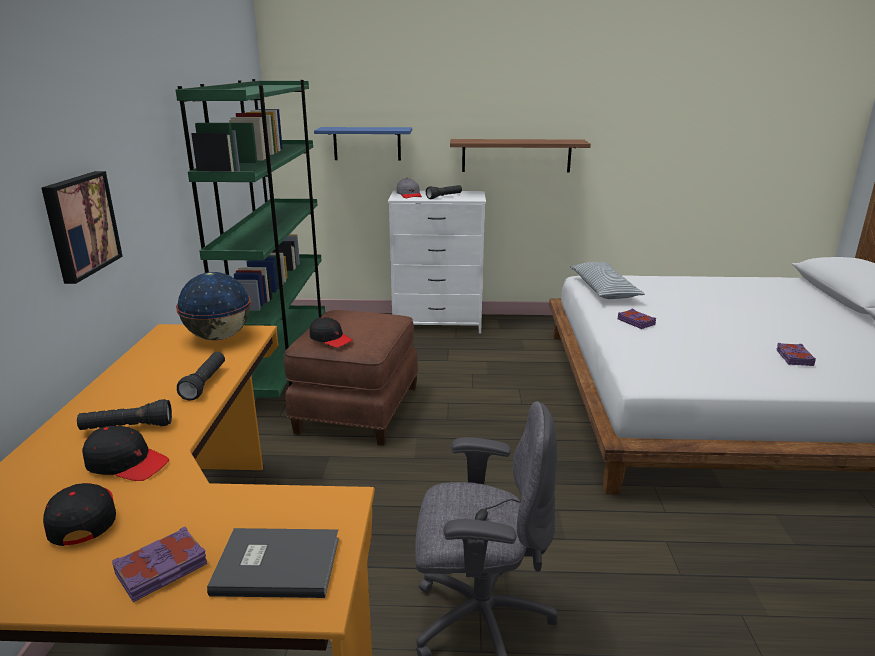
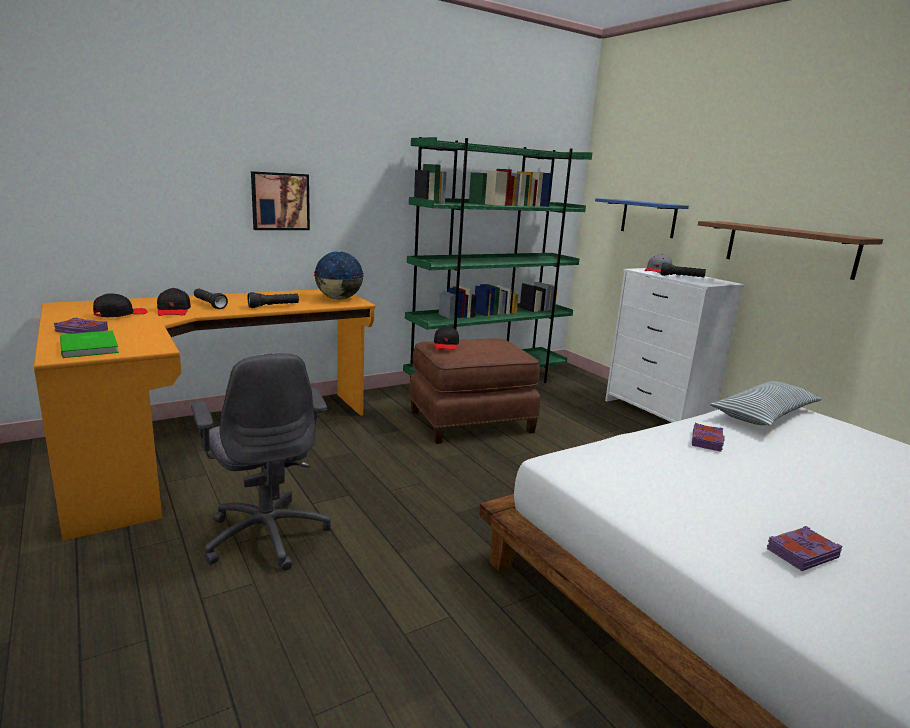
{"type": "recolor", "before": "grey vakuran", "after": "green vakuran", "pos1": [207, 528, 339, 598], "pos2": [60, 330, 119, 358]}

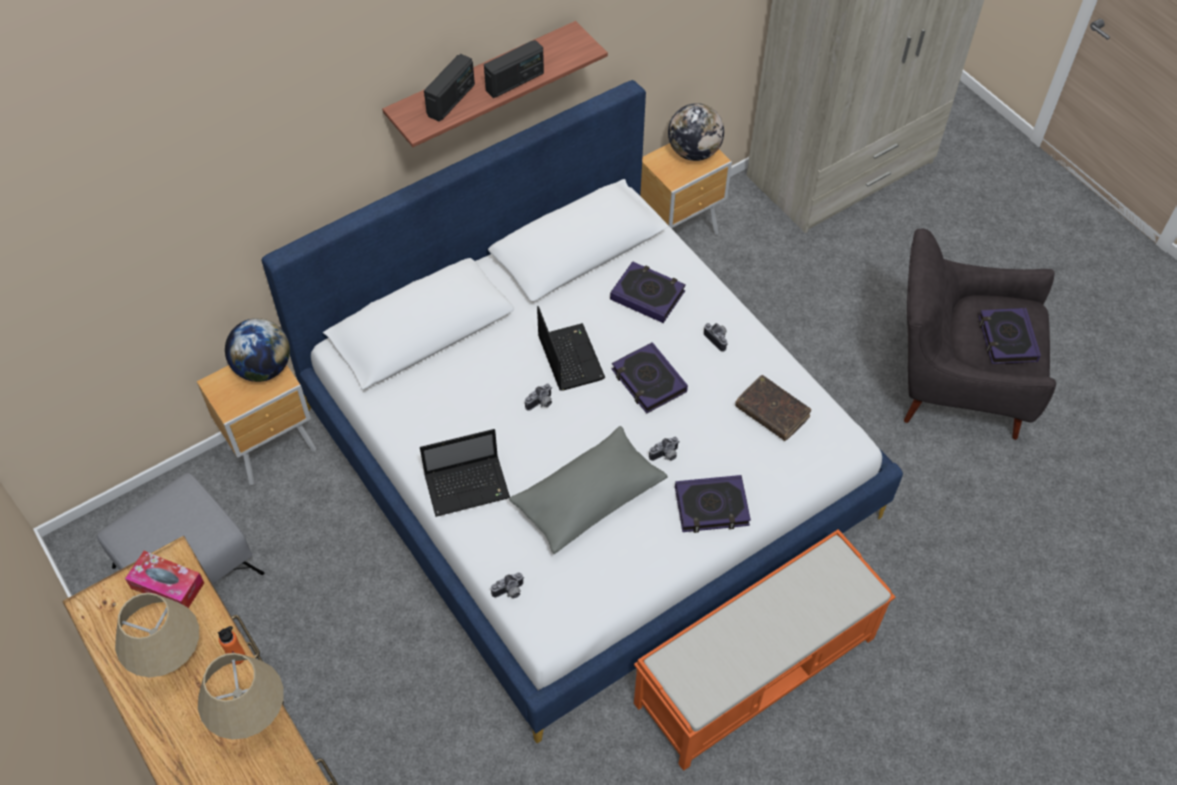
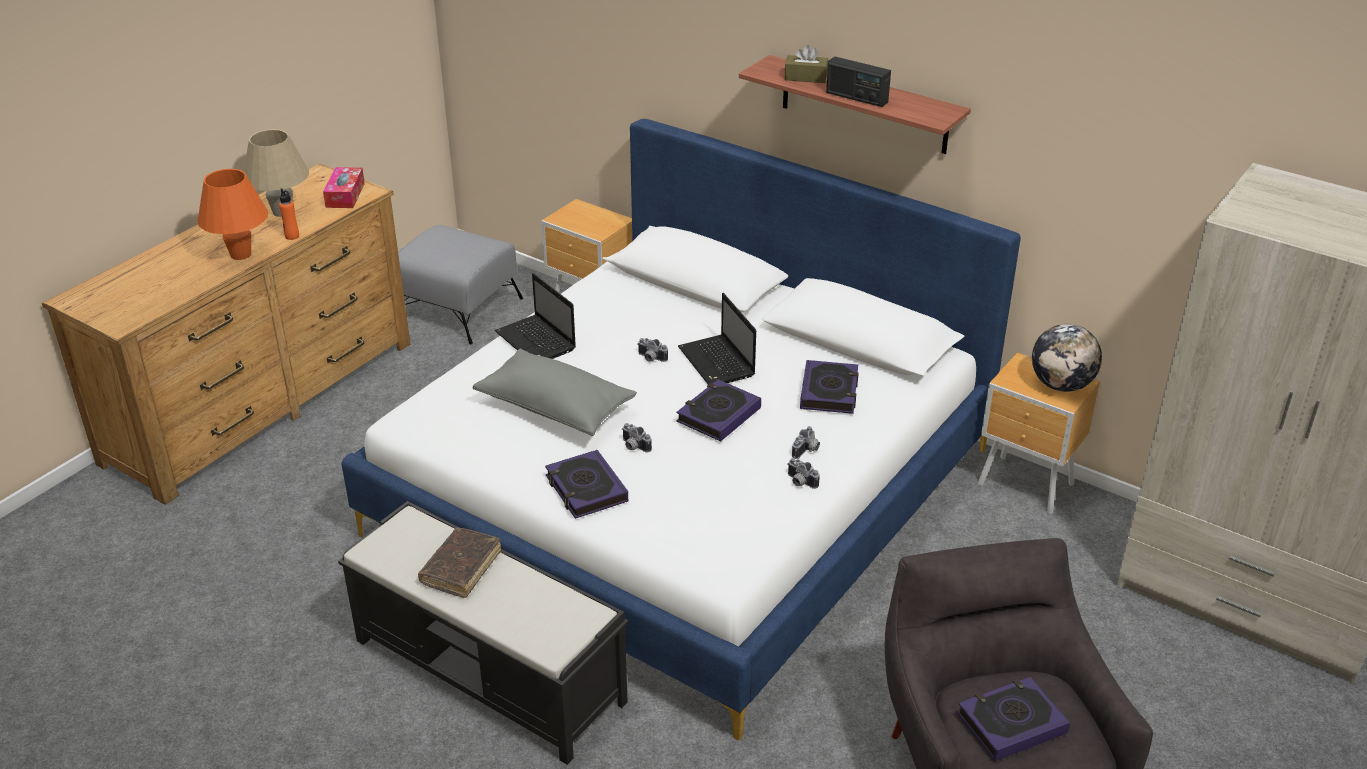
{"type": "recolor", "before": "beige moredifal", "after": "orange moredifal", "pos1": [198, 653, 284, 740], "pos2": [197, 169, 268, 260]}
{"type": "recolor", "before": "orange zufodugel", "after": "black zufodugel", "pos1": [634, 529, 895, 771], "pos2": [338, 501, 629, 765]}
{"type": "move", "before": "brown vakuran", "pos1": [735, 375, 811, 441], "pos2": [418, 528, 501, 598]}
{"type": "rotate", "before": "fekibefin", "pos1": [537, 306, 605, 391], "pos2": [678, 293, 756, 384], "turn": 105}
{"type": "replace", "before": "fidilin", "after": "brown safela", "pos1": [424, 54, 475, 122], "pos2": [785, 45, 828, 83]}
{"type": "move", "before": "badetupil", "pos1": [491, 573, 524, 598], "pos2": [787, 458, 820, 489]}
{"type": "delete", "before": "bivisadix", "pos1": [225, 318, 290, 382]}

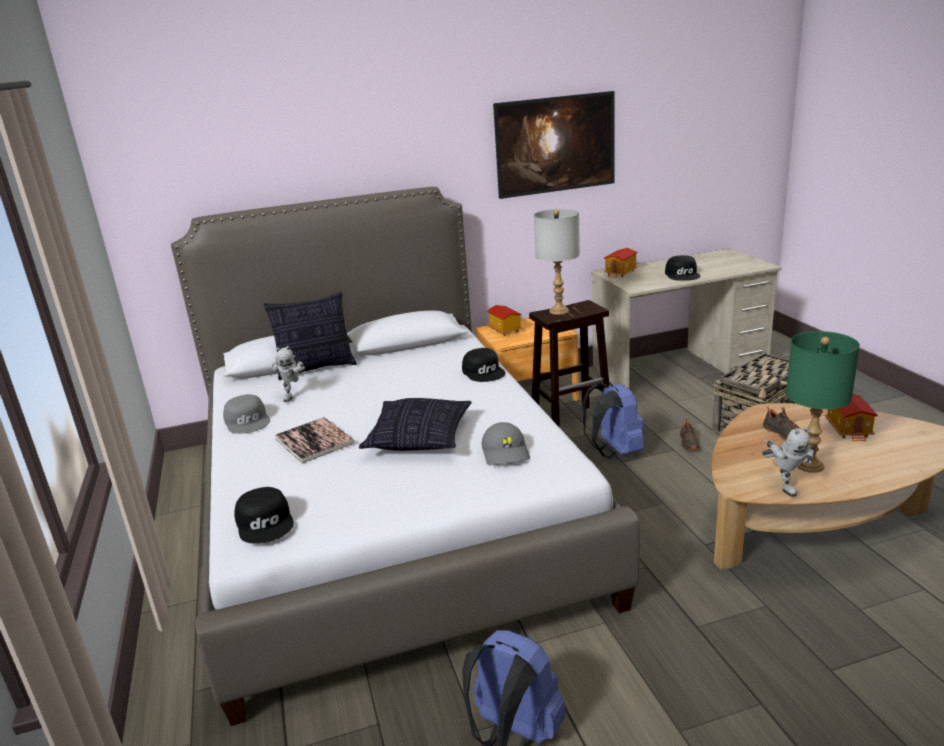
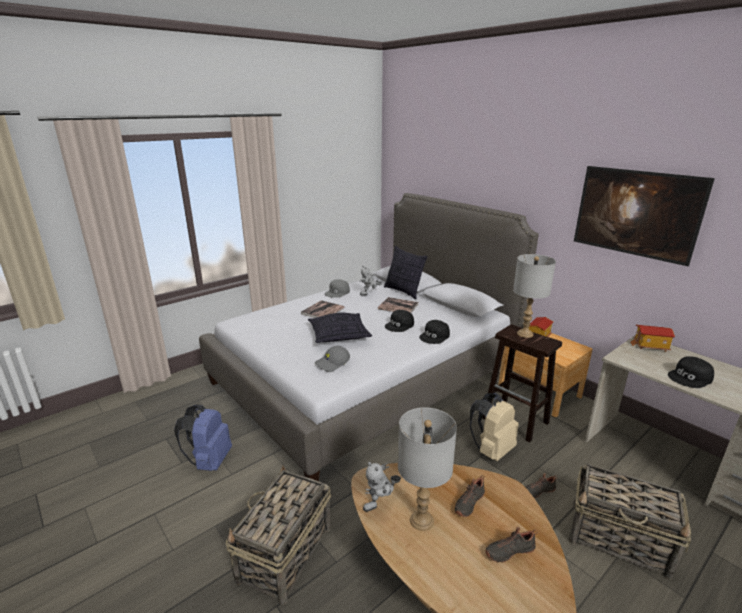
{"type": "insert", "after": "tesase", "pos2": [226, 465, 331, 605]}
{"type": "insert", "after": "vakuran", "pos2": [378, 297, 418, 313]}
{"type": "move", "before": "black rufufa", "pos1": [234, 487, 294, 544], "pos2": [385, 310, 414, 332]}
{"type": "recolor", "before": "green moredifal", "after": "grey moredifal", "pos1": [786, 331, 860, 473], "pos2": [398, 407, 457, 531]}
{"type": "recolor", "before": "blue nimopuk", "after": "beige nimopuk", "pos1": [582, 382, 644, 459], "pos2": [470, 393, 519, 461]}
{"type": "replace", "before": "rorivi", "after": "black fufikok", "pos1": [825, 394, 878, 442], "pos2": [485, 527, 537, 563]}

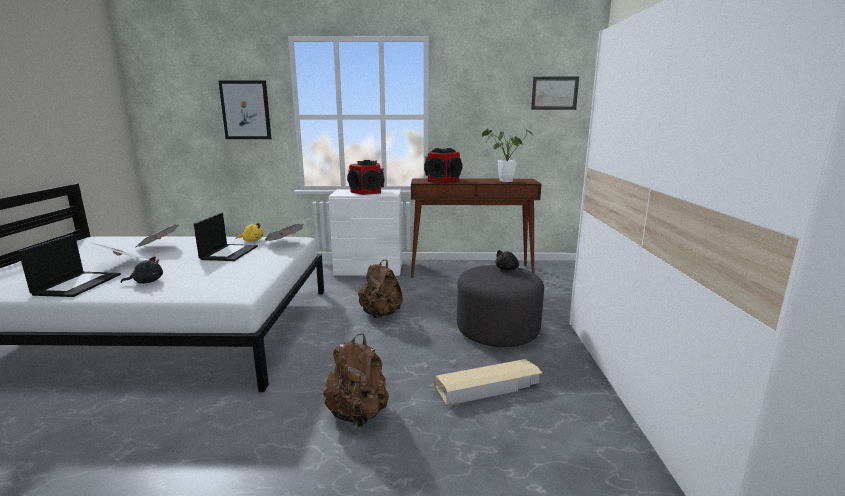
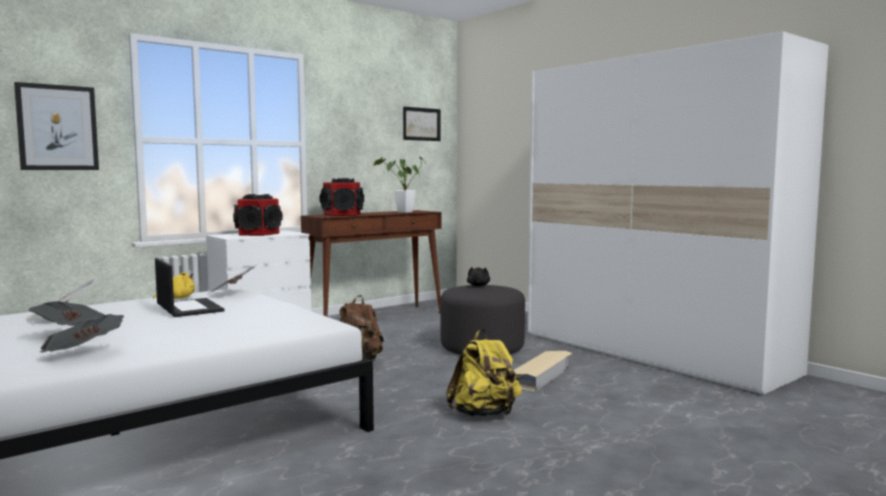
{"type": "replace", "before": "fekibefin", "after": "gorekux", "pos1": [19, 234, 121, 297], "pos2": [40, 314, 124, 352]}
{"type": "recolor", "before": "brown nimopuk", "after": "yellow nimopuk", "pos1": [323, 333, 389, 427], "pos2": [446, 329, 522, 416]}
{"type": "delete", "before": "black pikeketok", "pos1": [121, 257, 163, 284]}

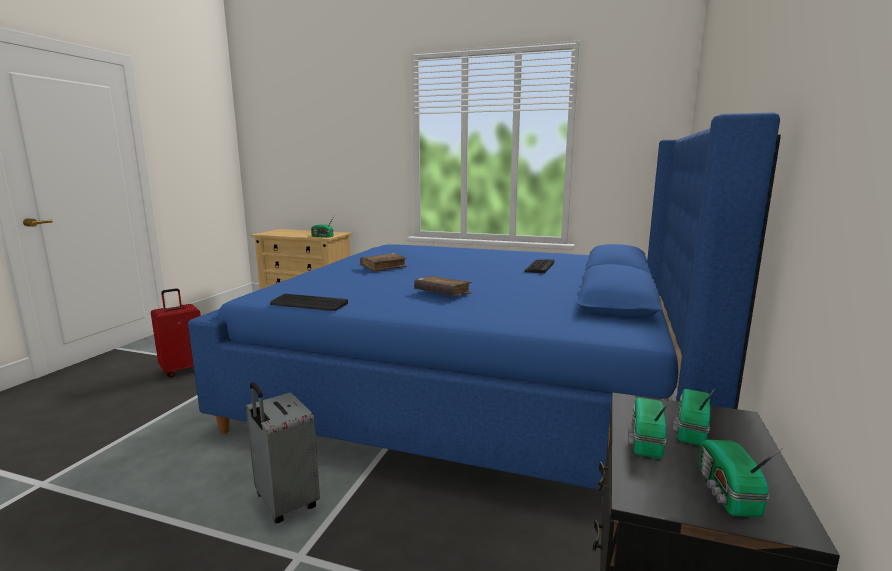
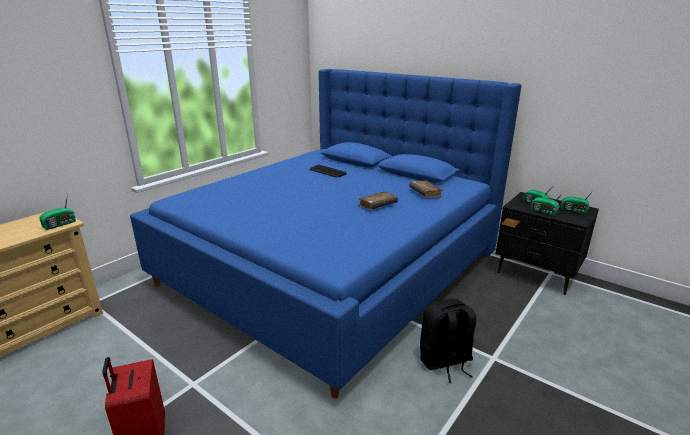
{"type": "move", "before": "brown vakuran", "pos1": [360, 253, 407, 272], "pos2": [409, 181, 444, 198]}
{"type": "replace", "before": "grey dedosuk", "after": "black nimopuk", "pos1": [246, 382, 320, 523], "pos2": [420, 299, 476, 383]}
{"type": "delete", "before": "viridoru", "pos1": [270, 294, 348, 311]}

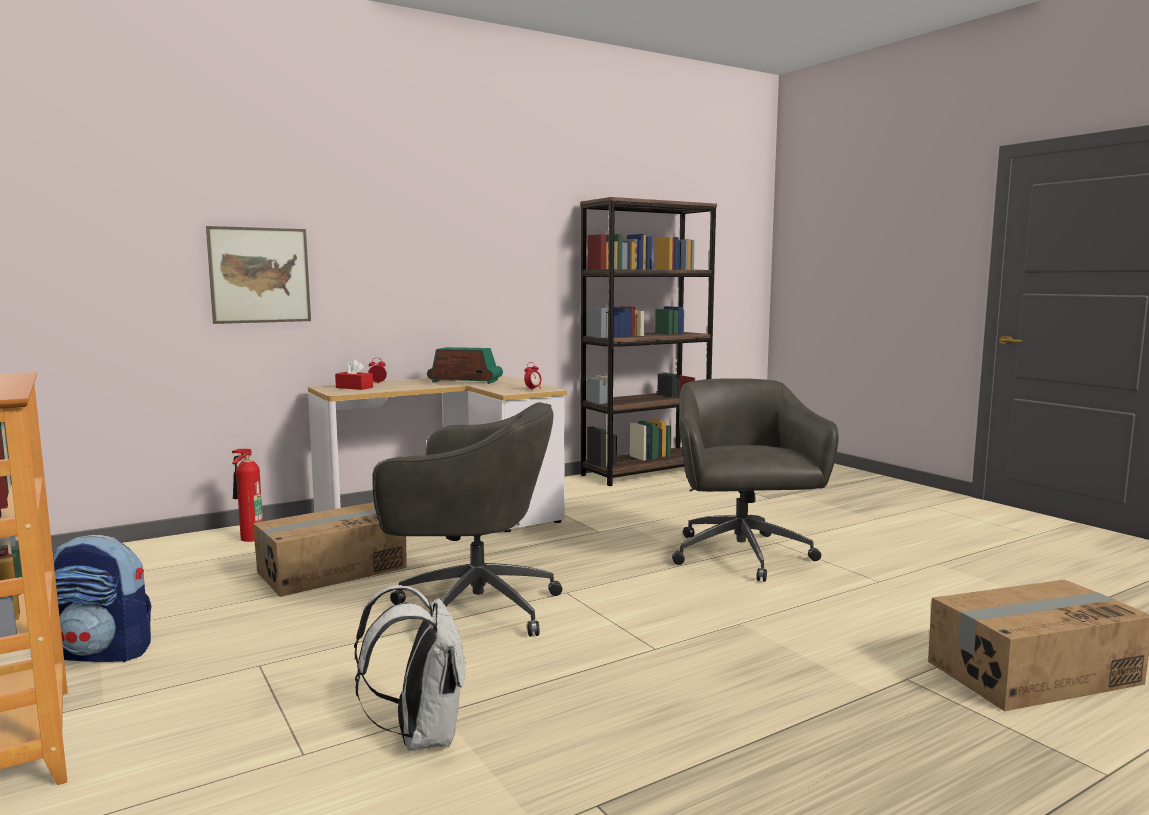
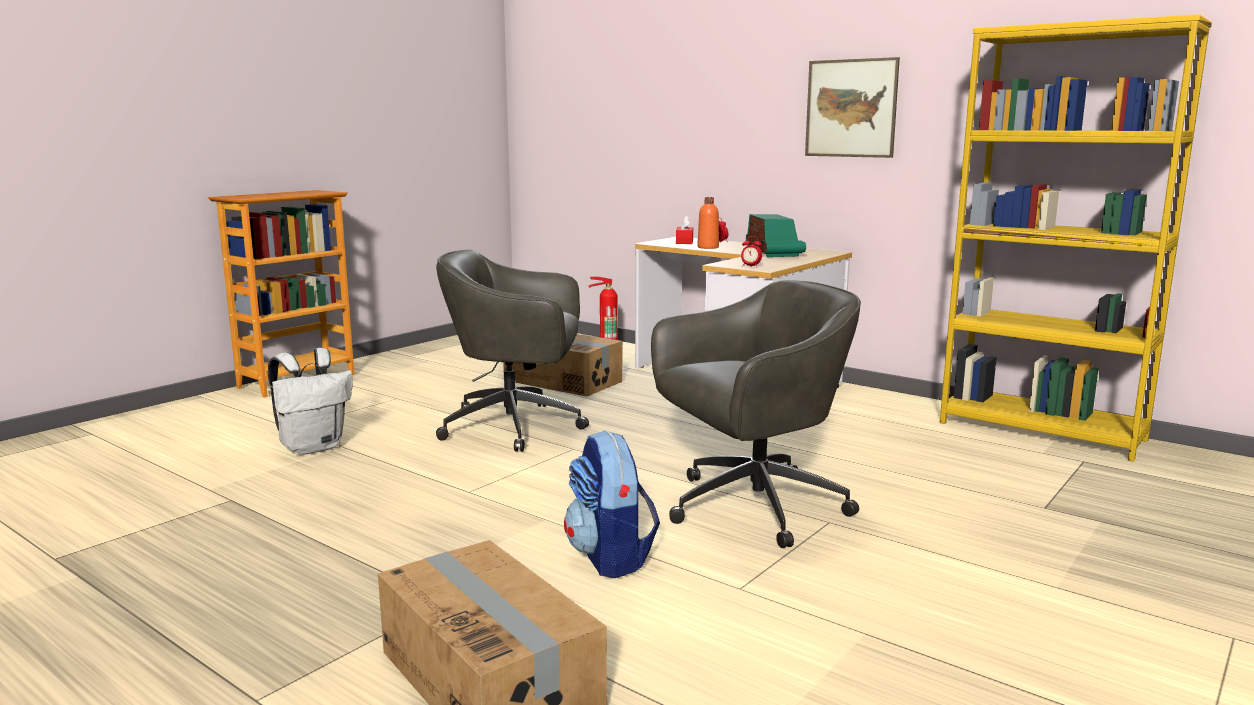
{"type": "rotate", "before": "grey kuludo", "pos1": [372, 402, 562, 637], "pos2": [436, 250, 589, 452], "turn": 105}
{"type": "move", "before": "nimopuk", "pos1": [53, 535, 152, 662], "pos2": [564, 430, 660, 578]}
{"type": "insert", "after": "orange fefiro", "pos2": [697, 197, 719, 249]}
{"type": "move", "before": "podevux", "pos1": [206, 226, 311, 324], "pos2": [805, 57, 900, 158]}
{"type": "recolor", "before": "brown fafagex", "after": "yellow fafagex", "pos1": [580, 197, 717, 486], "pos2": [940, 14, 1212, 462]}

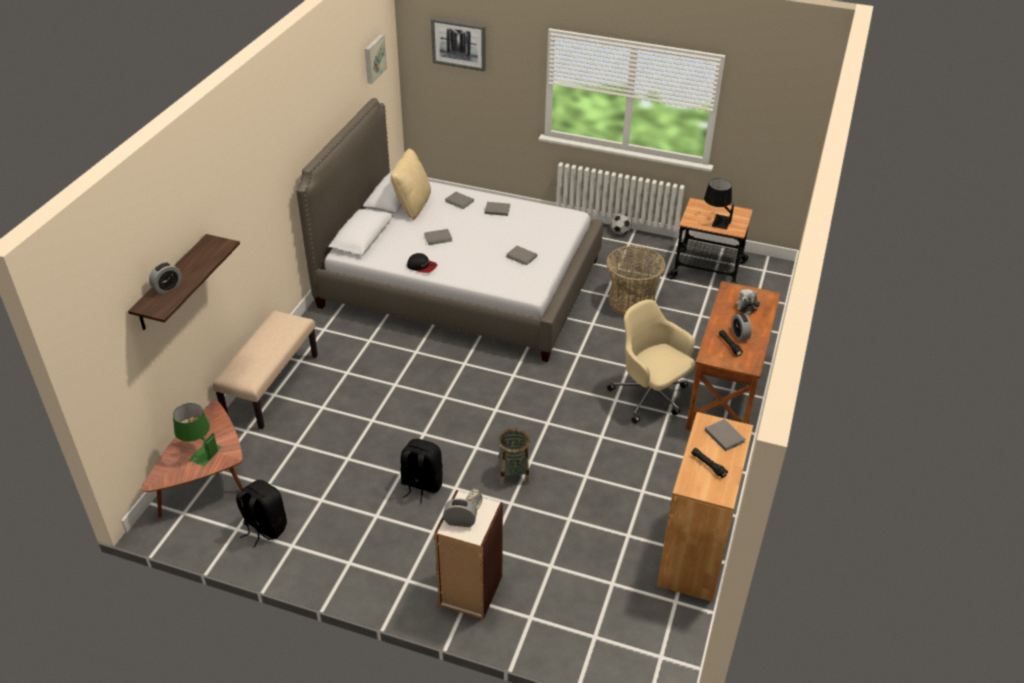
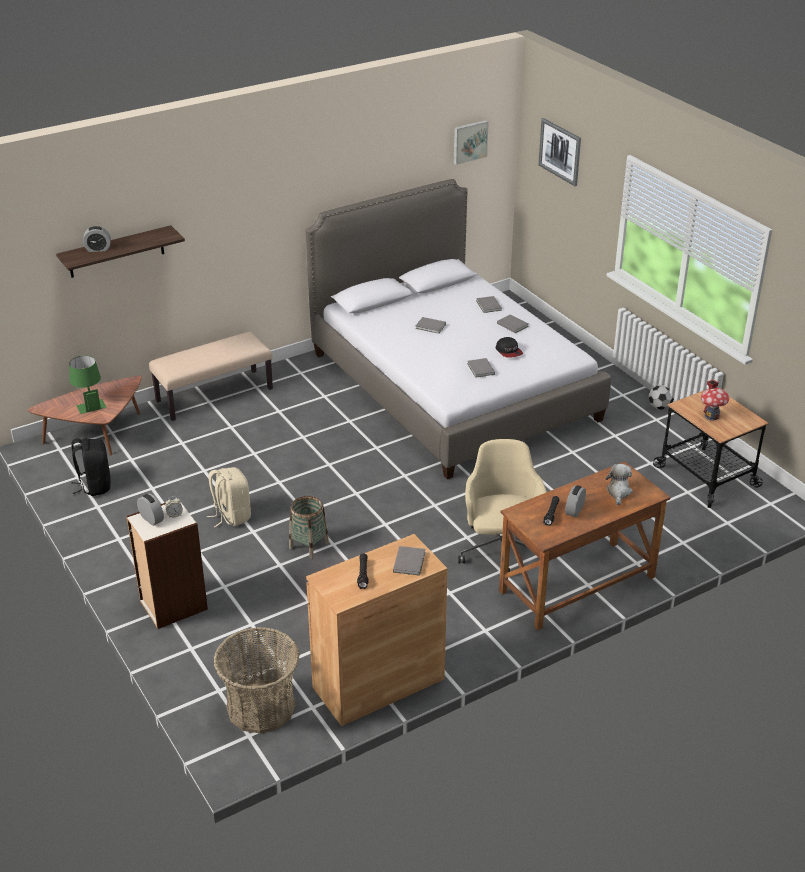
{"type": "recolor", "before": "black nimopuk", "after": "beige nimopuk", "pos1": [401, 439, 443, 503], "pos2": [207, 467, 251, 527]}
{"type": "move", "before": "tesase", "pos1": [606, 246, 666, 315], "pos2": [214, 627, 300, 734]}
{"type": "move", "before": "rufufa", "pos1": [407, 253, 437, 273], "pos2": [496, 337, 523, 358]}
{"type": "rotate", "before": "pikeketok", "pos1": [736, 289, 760, 315], "pos2": [606, 464, 633, 505], "turn": 120}
{"type": "replace", "before": "black moredifal", "after": "rorivi", "pos1": [704, 178, 734, 230], "pos2": [701, 379, 730, 421]}
{"type": "delete", "before": "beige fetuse", "pos1": [391, 148, 431, 220]}

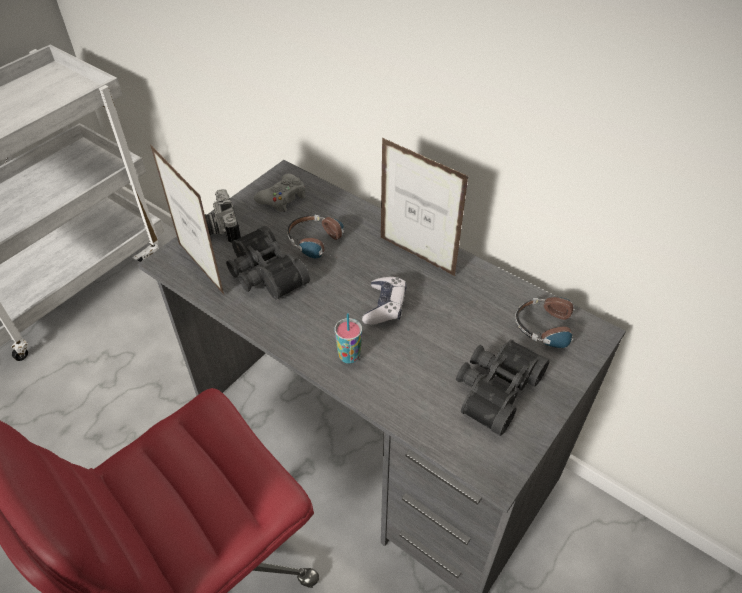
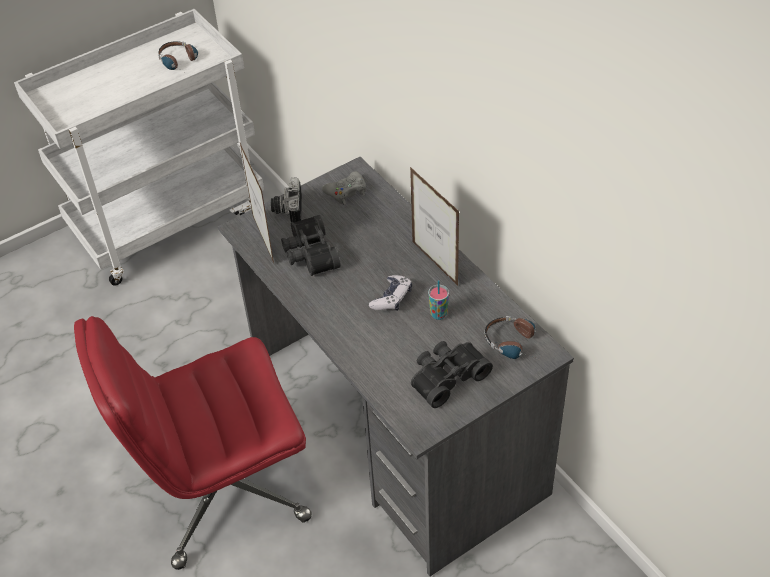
{"type": "move", "before": "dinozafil", "pos1": [287, 215, 344, 260], "pos2": [158, 41, 198, 71]}
{"type": "move", "before": "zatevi", "pos1": [334, 313, 362, 364], "pos2": [428, 280, 449, 320]}

